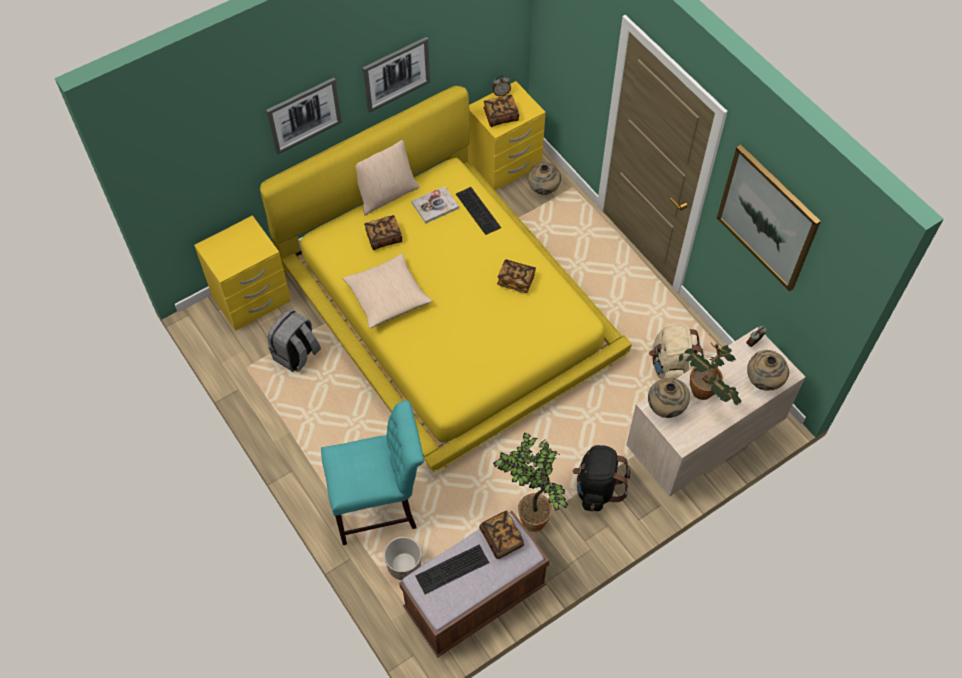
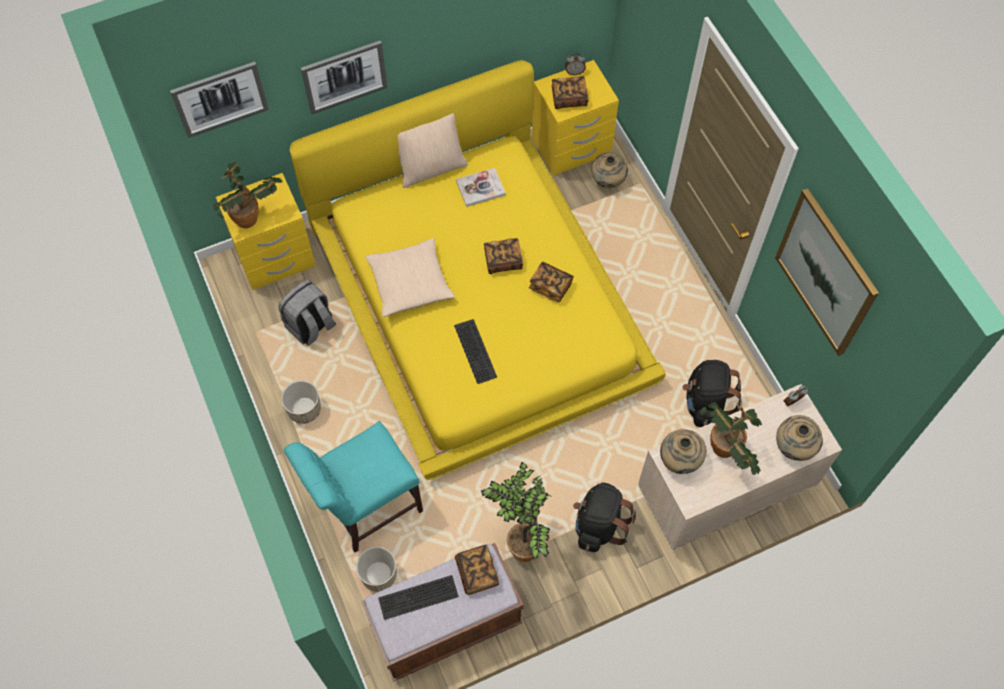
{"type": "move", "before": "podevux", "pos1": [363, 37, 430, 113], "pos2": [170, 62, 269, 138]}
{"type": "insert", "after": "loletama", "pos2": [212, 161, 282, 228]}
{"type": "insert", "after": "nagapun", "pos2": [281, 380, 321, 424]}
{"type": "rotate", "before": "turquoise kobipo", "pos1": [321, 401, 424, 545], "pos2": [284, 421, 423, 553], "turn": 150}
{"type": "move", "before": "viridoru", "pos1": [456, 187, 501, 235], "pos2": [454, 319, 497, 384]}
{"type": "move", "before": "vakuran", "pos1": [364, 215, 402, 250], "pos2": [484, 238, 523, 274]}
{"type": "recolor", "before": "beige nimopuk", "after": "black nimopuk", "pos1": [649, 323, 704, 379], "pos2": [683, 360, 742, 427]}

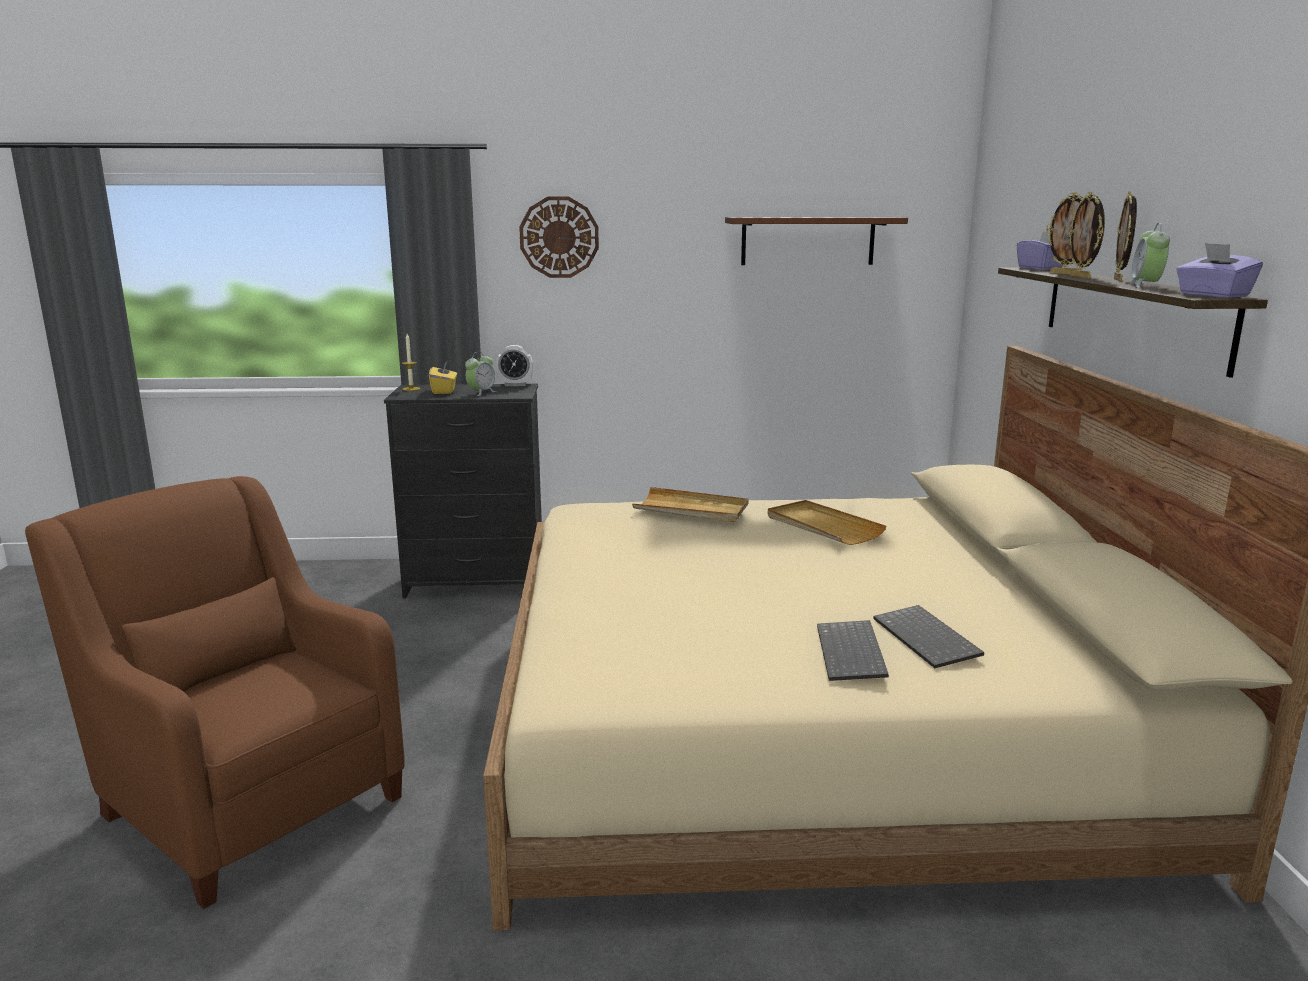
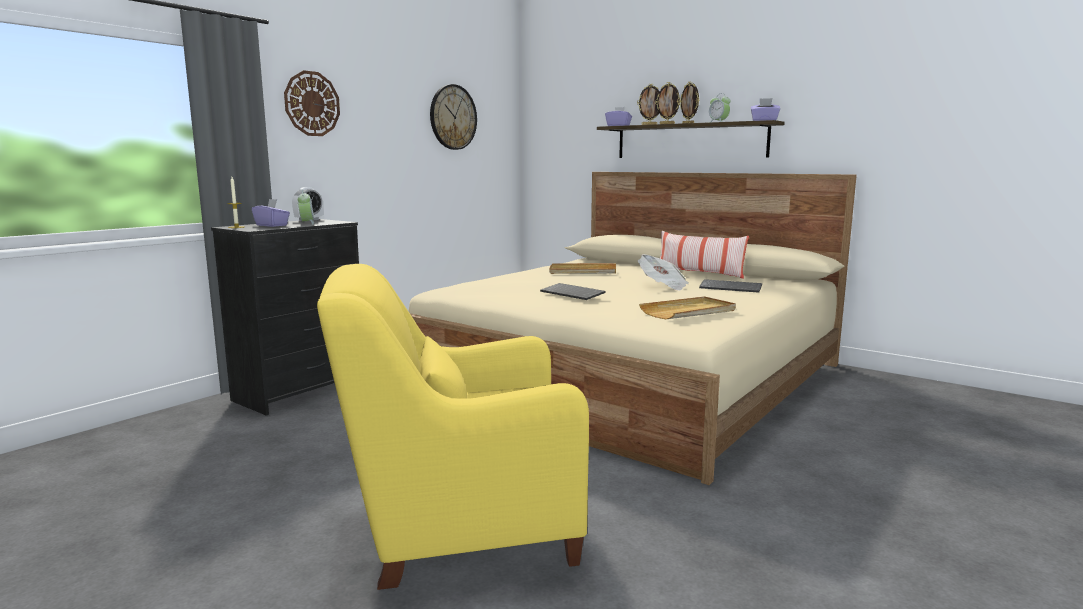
{"type": "recolor", "before": "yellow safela", "after": "purple safela", "pos1": [429, 360, 457, 394], "pos2": [252, 199, 290, 227]}
{"type": "recolor", "before": "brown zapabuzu", "after": "yellow zapabuzu", "pos1": [25, 476, 405, 909], "pos2": [317, 264, 589, 590]}
{"type": "replace", "before": "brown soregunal", "after": "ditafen", "pos1": [725, 217, 908, 265], "pos2": [430, 84, 477, 150]}
{"type": "move", "before": "viridoru", "pos1": [817, 620, 889, 681], "pos2": [540, 283, 606, 300]}
{"type": "insert", "after": "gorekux", "pos2": [638, 254, 689, 291]}
{"type": "move", "before": "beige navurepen", "pos1": [632, 487, 748, 522], "pos2": [639, 296, 736, 319]}
{"type": "insert", "after": "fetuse", "pos2": [660, 231, 749, 279]}

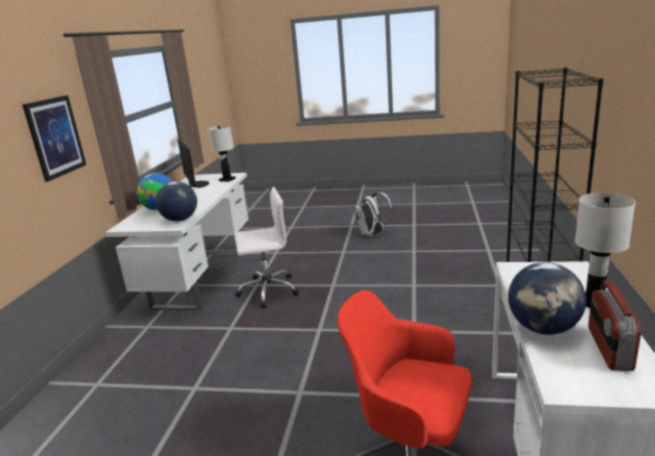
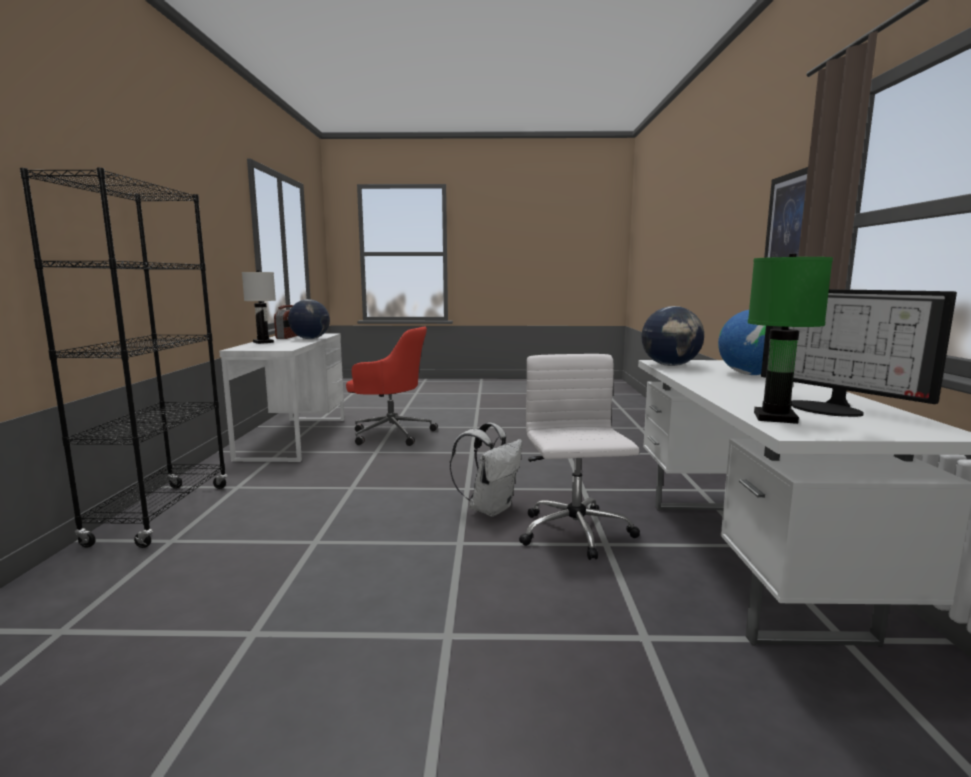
{"type": "move", "before": "white nimopuk", "pos1": [353, 192, 393, 237], "pos2": [450, 423, 522, 517]}
{"type": "rotate", "before": "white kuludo", "pos1": [234, 187, 299, 308], "pos2": [519, 354, 640, 560], "turn": 105}
{"type": "recolor", "before": "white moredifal", "after": "green moredifal", "pos1": [207, 125, 236, 182], "pos2": [748, 254, 833, 424]}

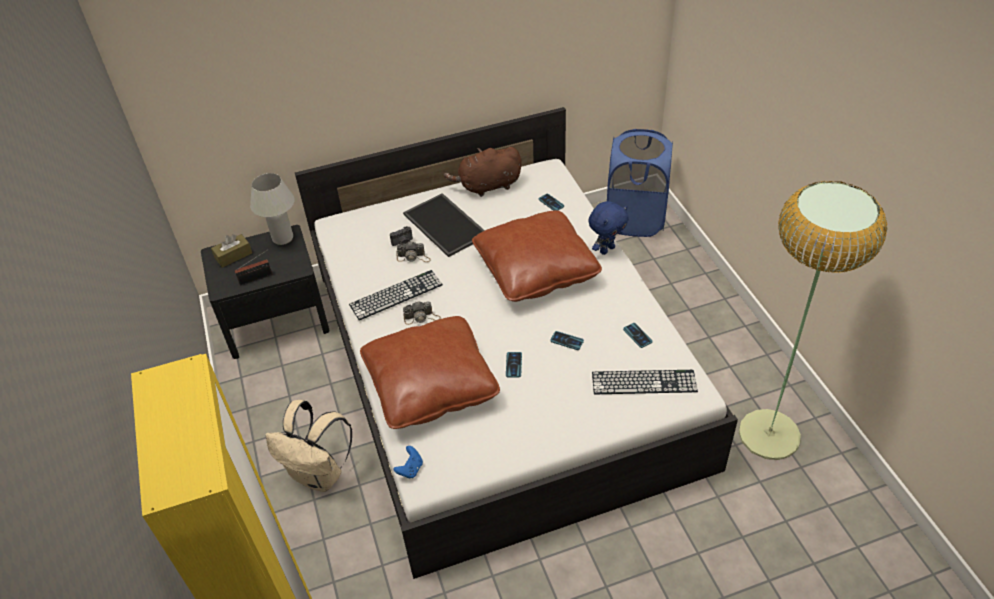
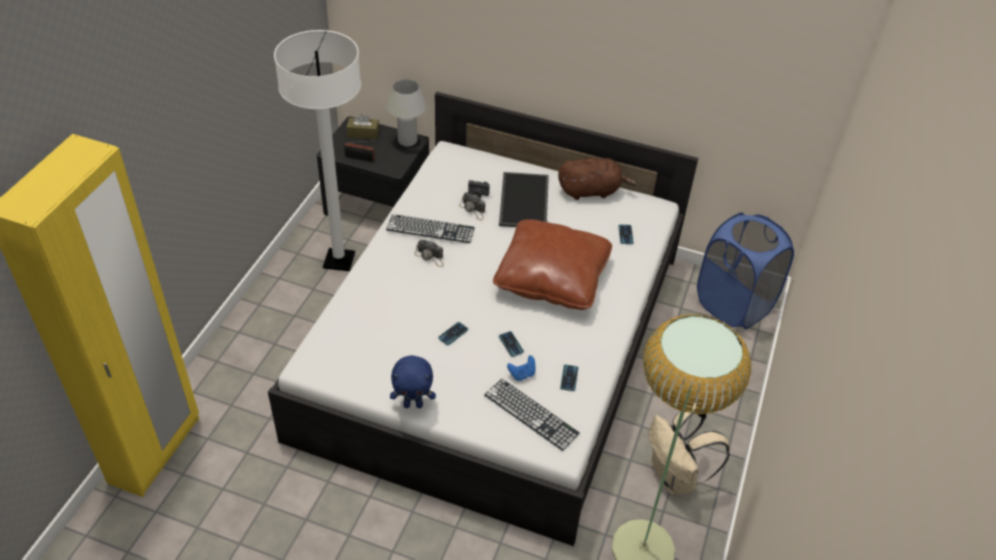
{"type": "insert", "after": "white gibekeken", "pos2": [274, 30, 361, 271]}
{"type": "move", "before": "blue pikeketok", "pos1": [589, 201, 629, 255], "pos2": [390, 355, 436, 408]}
{"type": "move", "before": "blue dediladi", "pos1": [394, 446, 423, 479], "pos2": [507, 355, 535, 381]}
{"type": "rotate", "before": "brown pikeketok", "pos1": [444, 147, 521, 197], "pos2": [558, 158, 636, 200], "turn": 150}
{"type": "move", "before": "beige nimopuk", "pos1": [265, 400, 352, 492], "pos2": [649, 403, 730, 495]}
{"type": "delete", "before": "brown fetuse", "pos1": [360, 316, 500, 429]}

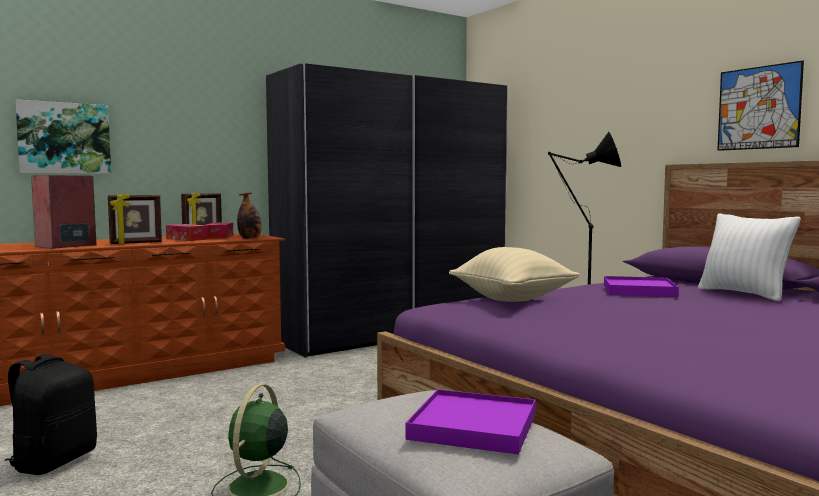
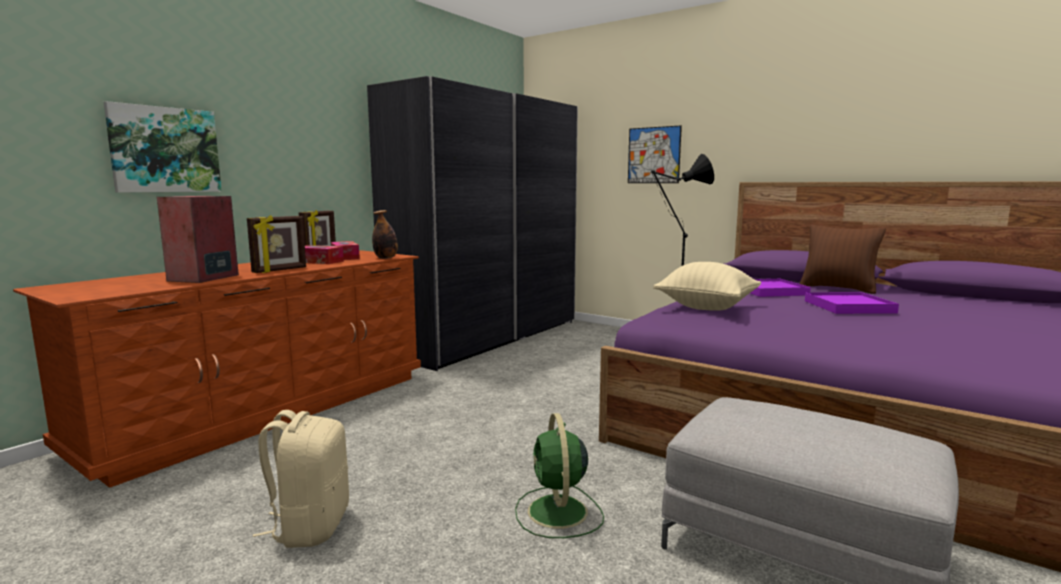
{"type": "recolor", "before": "black nimopuk", "after": "beige nimopuk", "pos1": [5, 354, 97, 475], "pos2": [253, 410, 349, 548]}
{"type": "move", "before": "podevux", "pos1": [717, 60, 804, 151], "pos2": [628, 125, 682, 183]}
{"type": "recolor", "before": "white fetuse", "after": "brown fetuse", "pos1": [698, 214, 800, 301], "pos2": [800, 225, 886, 294]}
{"type": "move", "before": "purple navurepen", "pos1": [405, 389, 536, 455], "pos2": [805, 292, 899, 314]}

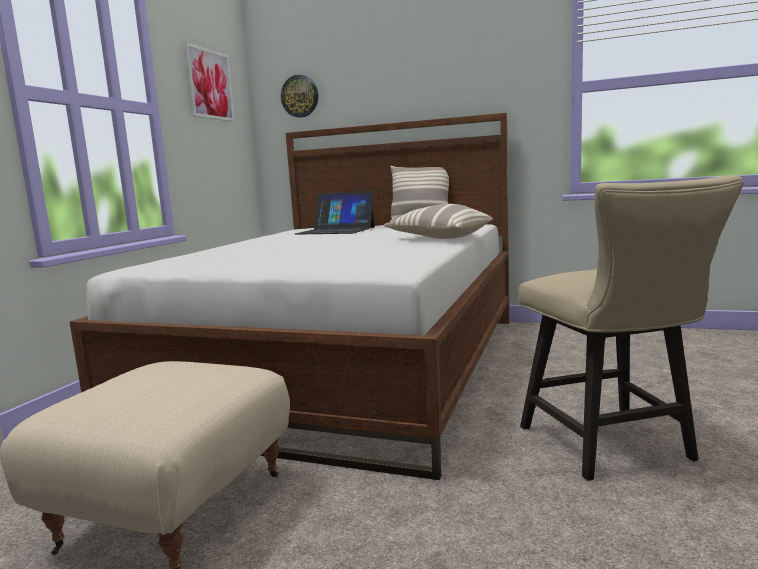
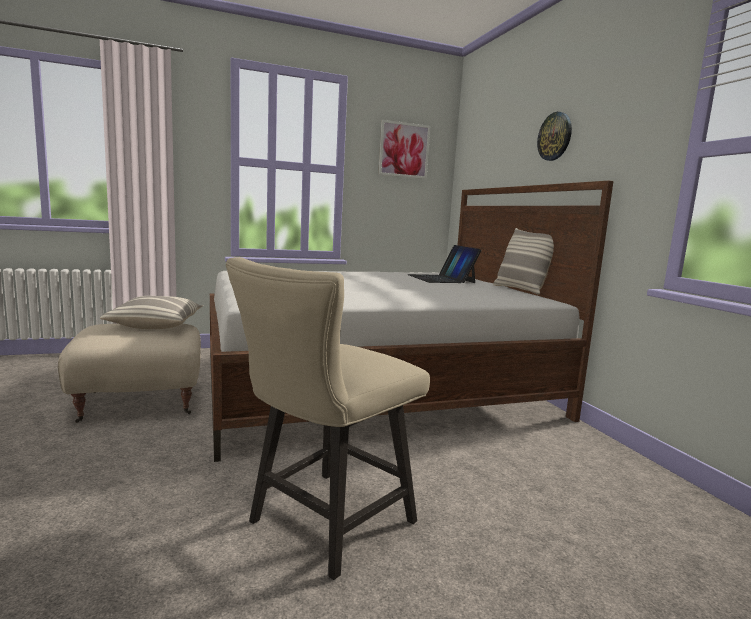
{"type": "move", "before": "fetuse", "pos1": [384, 204, 493, 239], "pos2": [100, 296, 203, 329]}
{"type": "move", "before": "ditafen", "pos1": [281, 75, 318, 118], "pos2": [537, 112, 572, 161]}

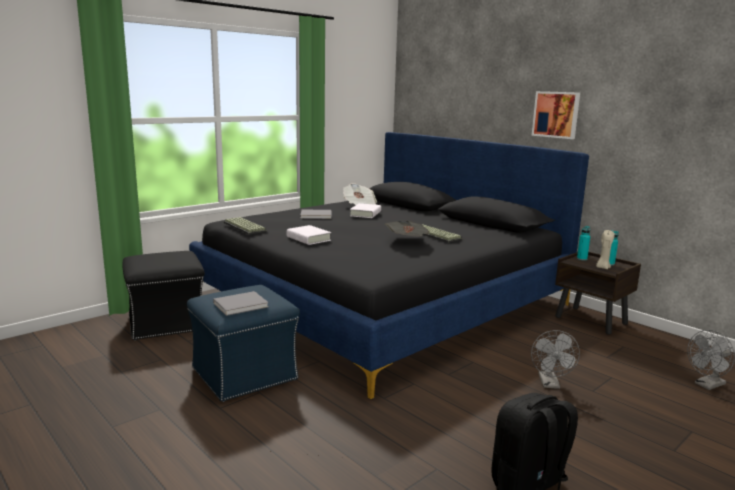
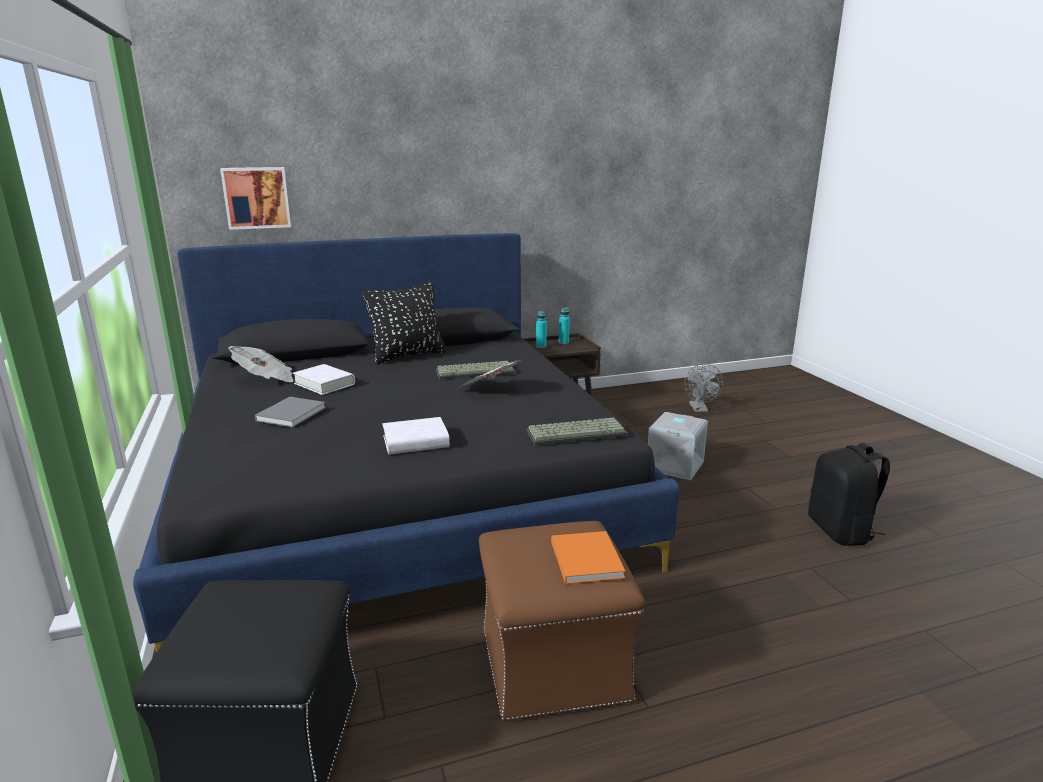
{"type": "move", "before": "podevux", "pos1": [532, 91, 580, 139], "pos2": [220, 167, 291, 230]}
{"type": "insert", "after": "black fetuse", "pos2": [362, 283, 446, 364]}
{"type": "recolor", "before": "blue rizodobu", "after": "brown rizodobu", "pos1": [187, 285, 300, 402], "pos2": [479, 521, 645, 721]}
{"type": "move", "before": "viridoru", "pos1": [223, 217, 267, 235], "pos2": [526, 418, 628, 445]}
{"type": "recolor", "before": "grey vakuran", "after": "orange vakuran", "pos1": [213, 291, 269, 316], "pos2": [551, 531, 626, 584]}
{"type": "replace", "before": "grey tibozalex", "after": "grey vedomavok", "pos1": [531, 330, 580, 389], "pos2": [648, 412, 708, 480]}
{"type": "delete", "before": "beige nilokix", "pos1": [596, 230, 615, 269]}

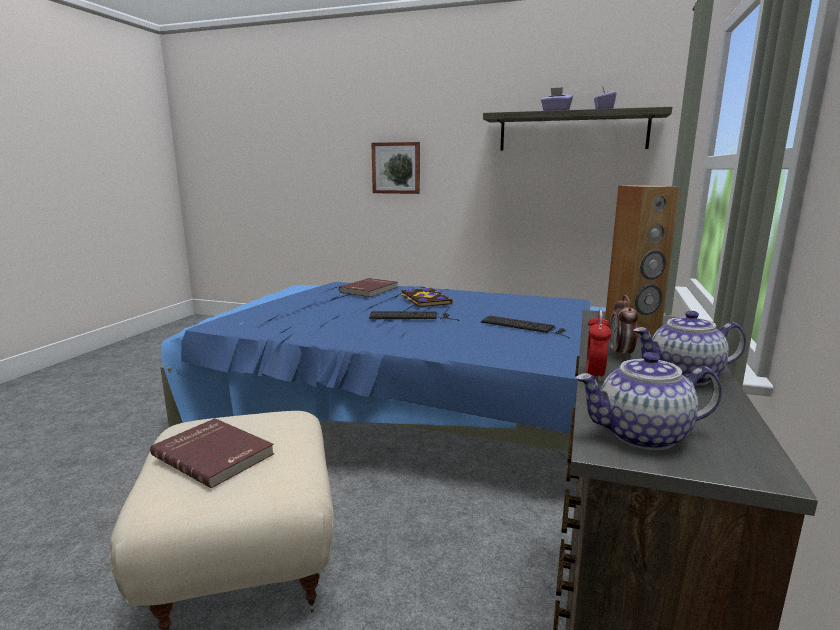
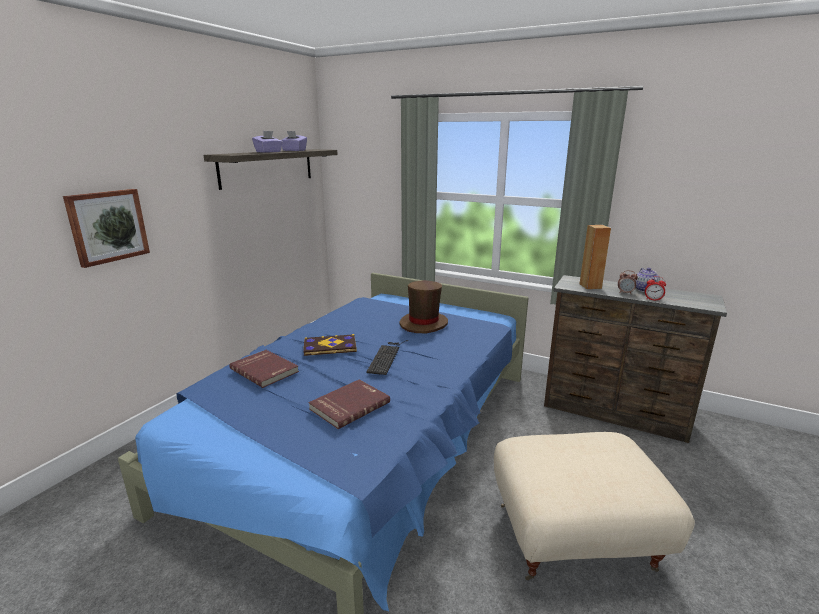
{"type": "move", "before": "red vakuran", "pos1": [150, 418, 274, 488], "pos2": [308, 379, 390, 429]}
{"type": "replace", "before": "viridoru", "after": "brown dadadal", "pos1": [481, 316, 570, 339], "pos2": [399, 280, 448, 333]}
{"type": "delete", "before": "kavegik", "pos1": [575, 352, 722, 450]}

